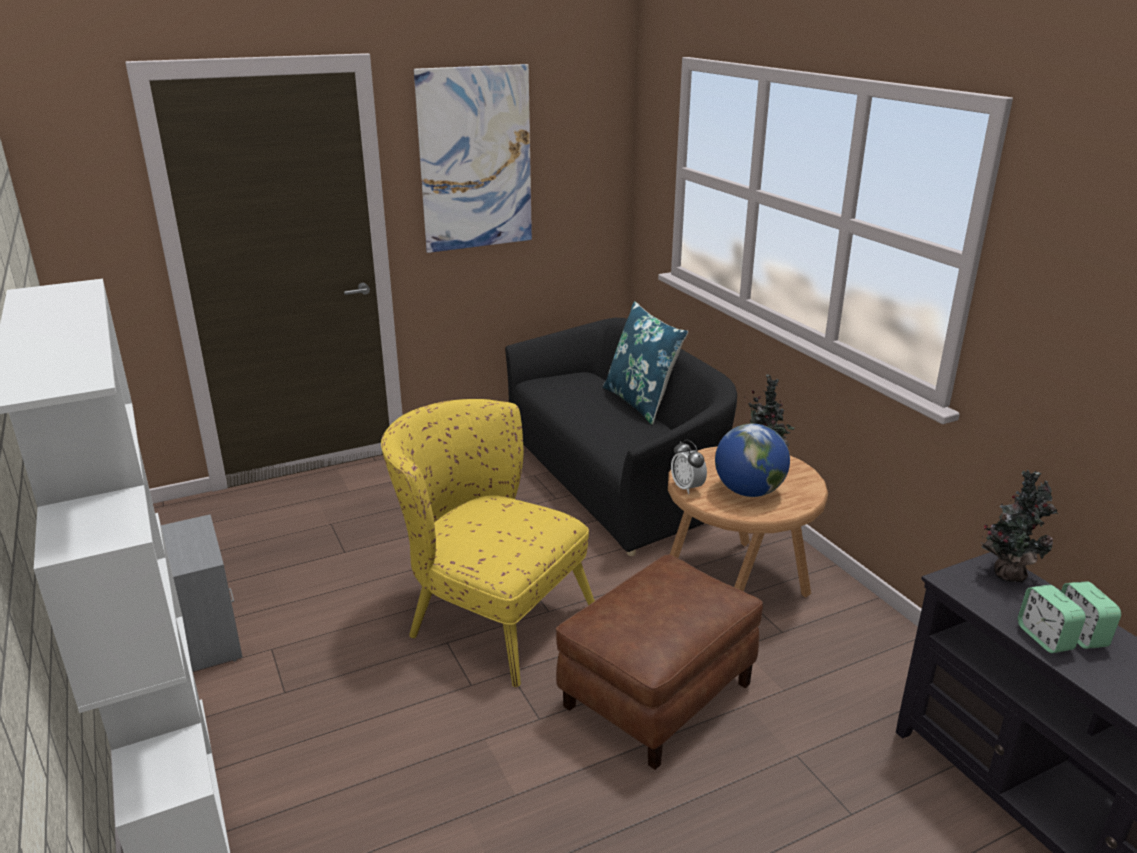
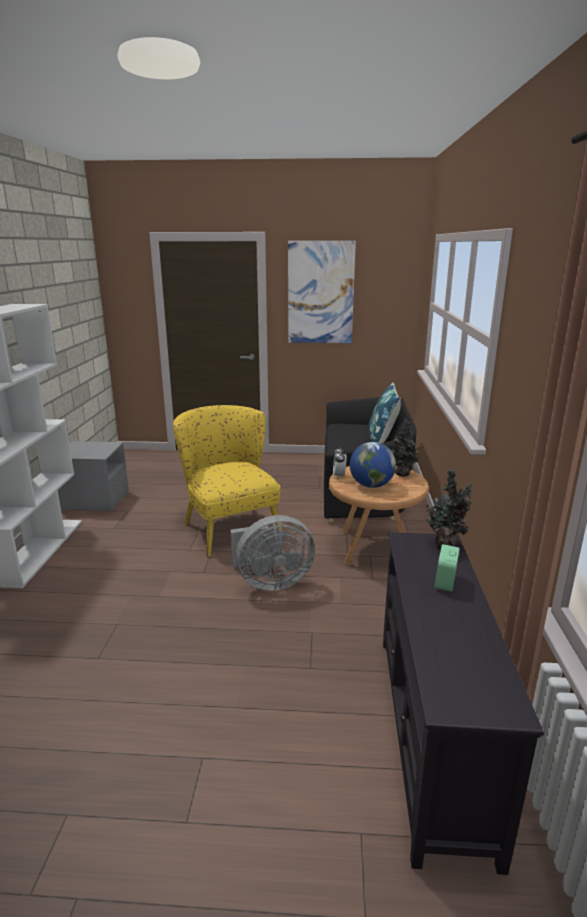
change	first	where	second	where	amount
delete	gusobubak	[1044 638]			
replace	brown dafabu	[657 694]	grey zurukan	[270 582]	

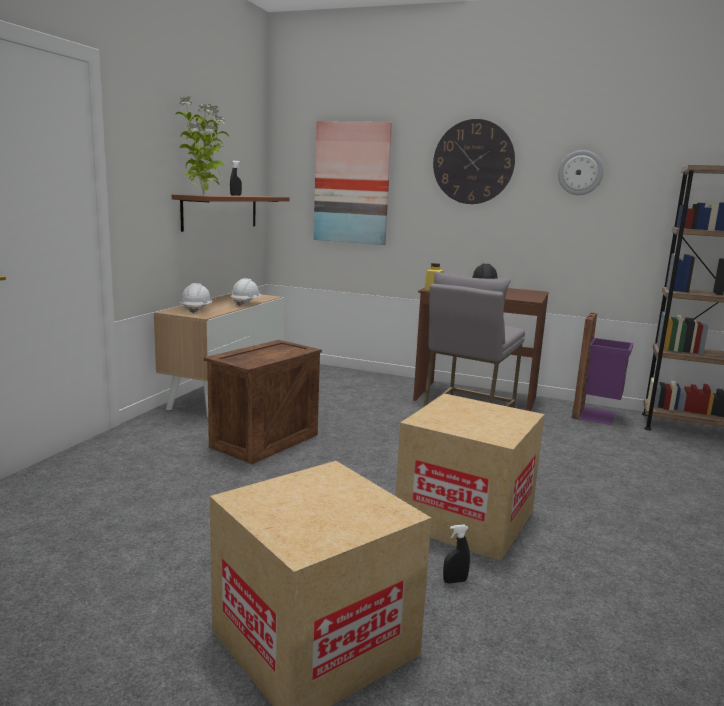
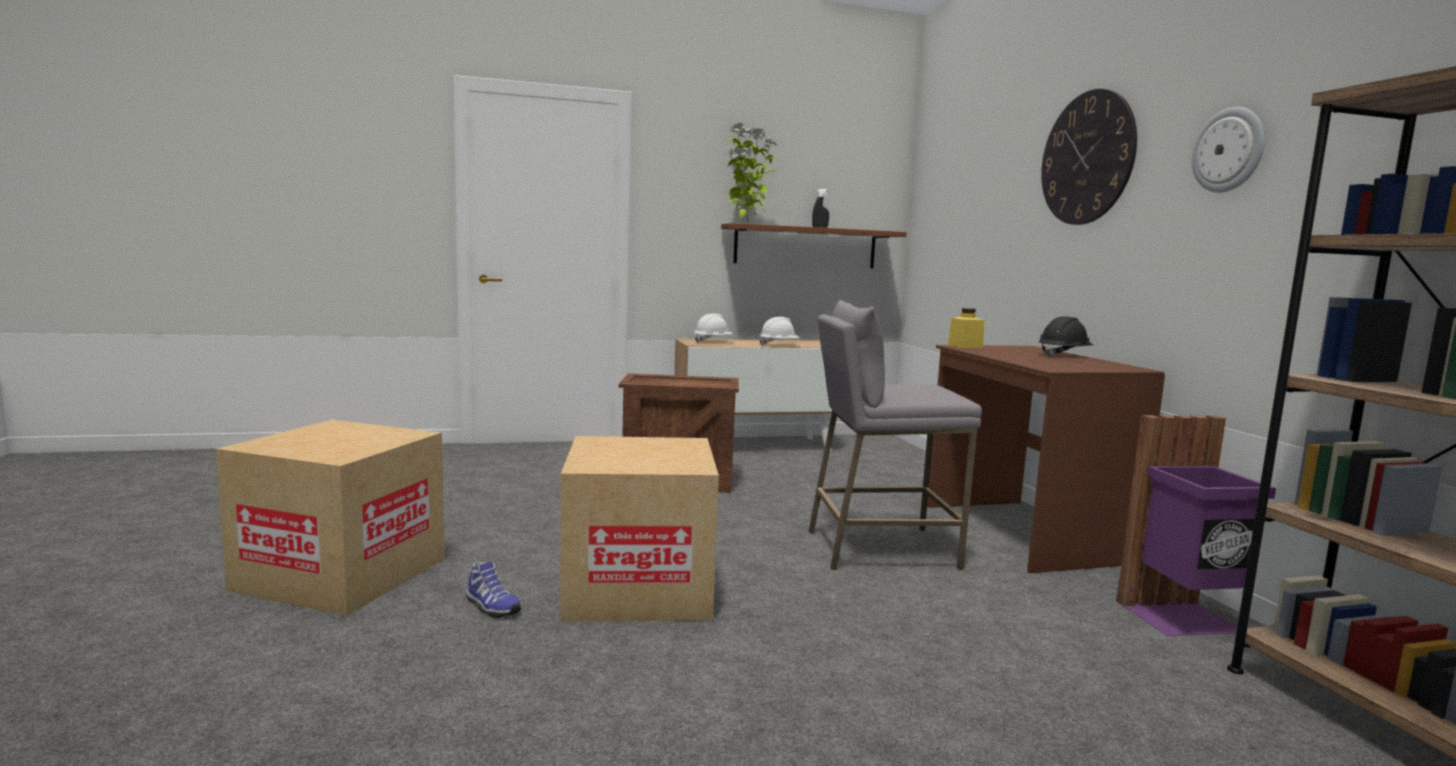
change	first	where	second	where	amount
delete	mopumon	[352 183]			
replace	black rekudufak	[455 581]	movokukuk	[491 607]	

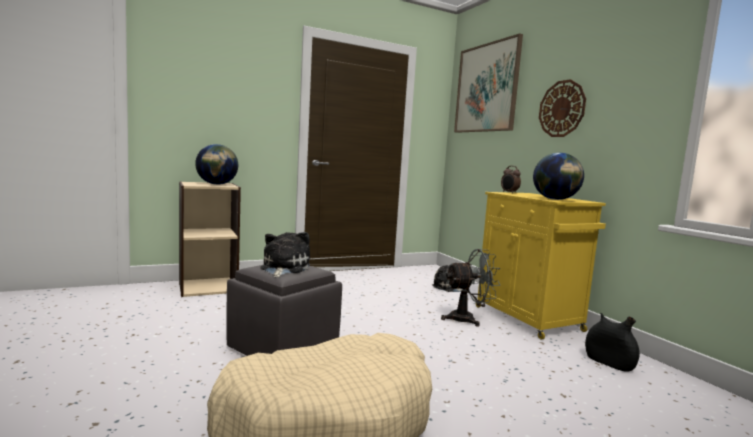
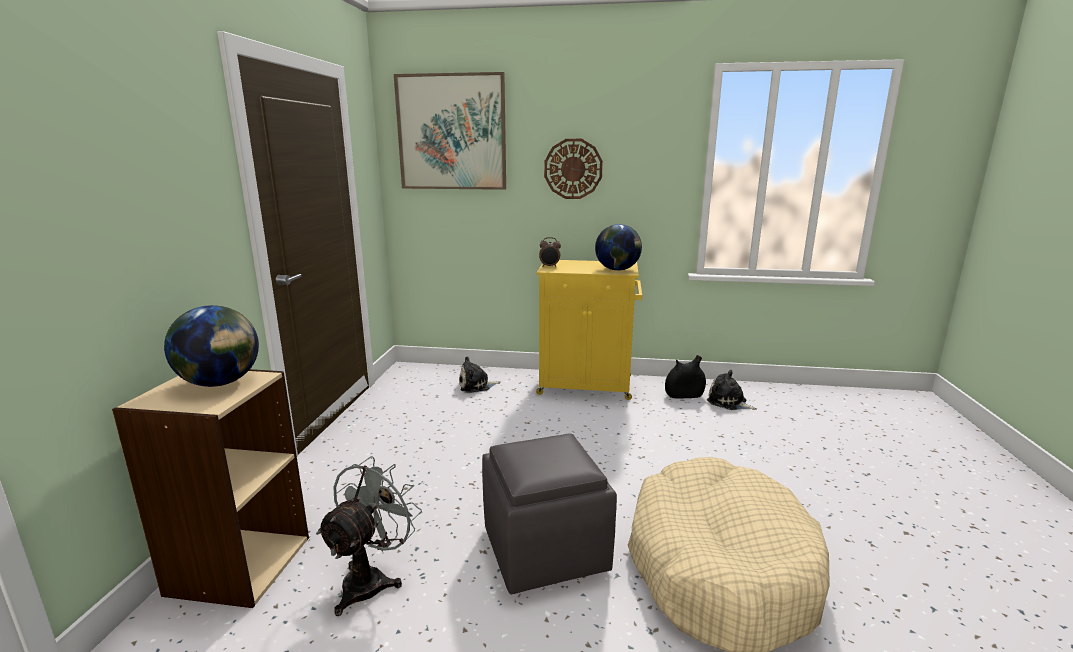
change	first	where	second	where	amount
move	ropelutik	[283 268]		[728 402]	
move	grey zurukan	[468 319]		[371 580]	

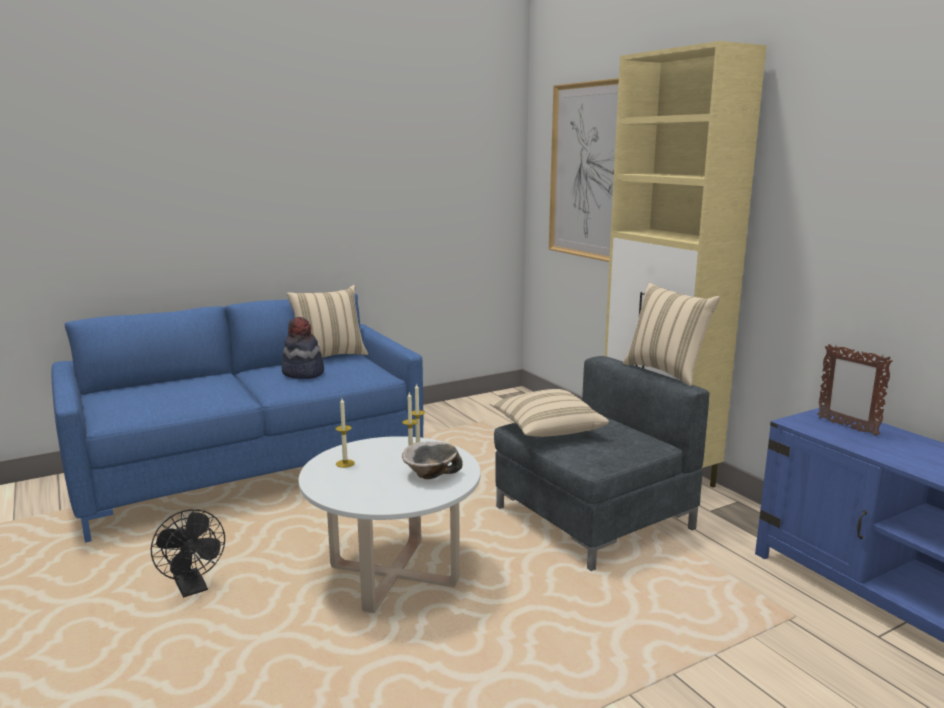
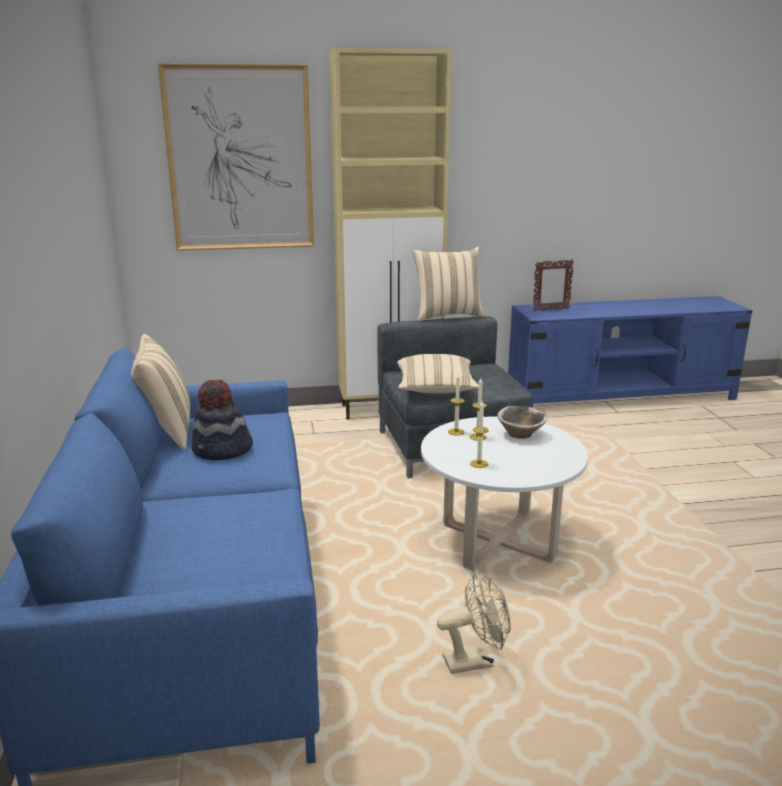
change	first	where	second	where	amount
recolor	black zurukan	[193 589]	beige zurukan	[475 661]	

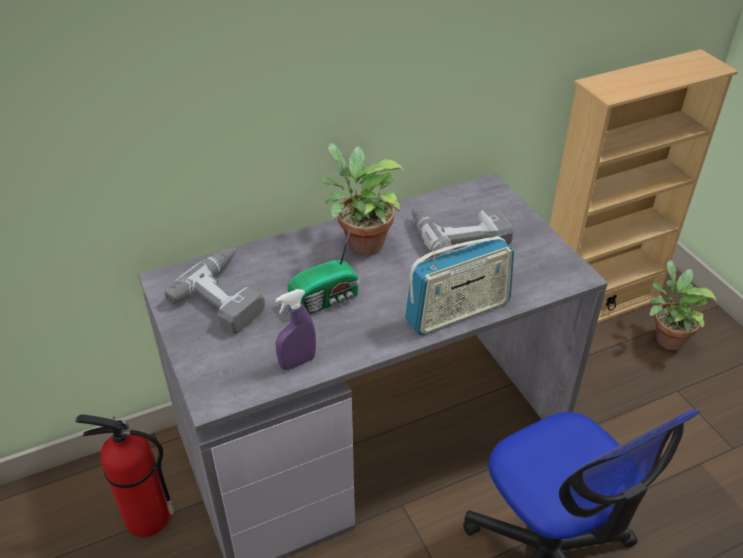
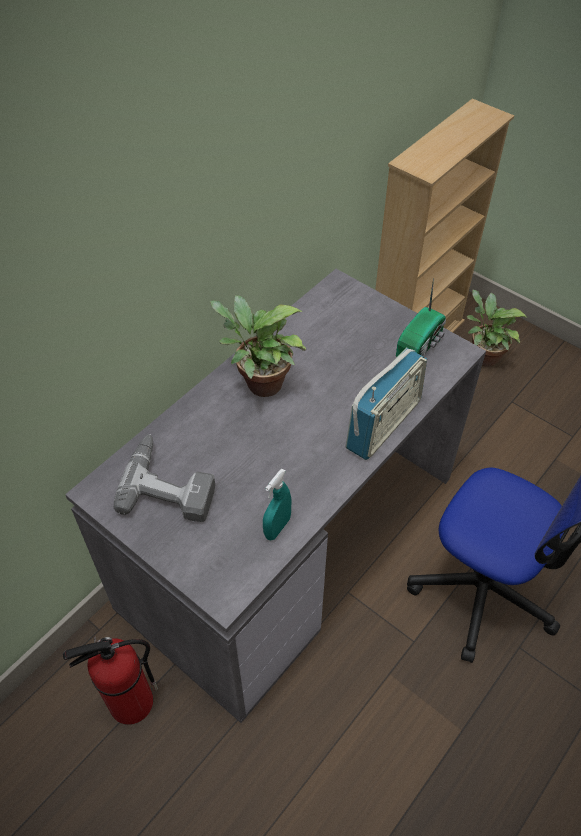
change	first	where	second	where	amount
delete	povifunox	[458 234]			
move	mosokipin	[327 300]		[421 344]	
recolor	purple rekudufak	[297 362]	turquoise rekudufak	[277 527]	

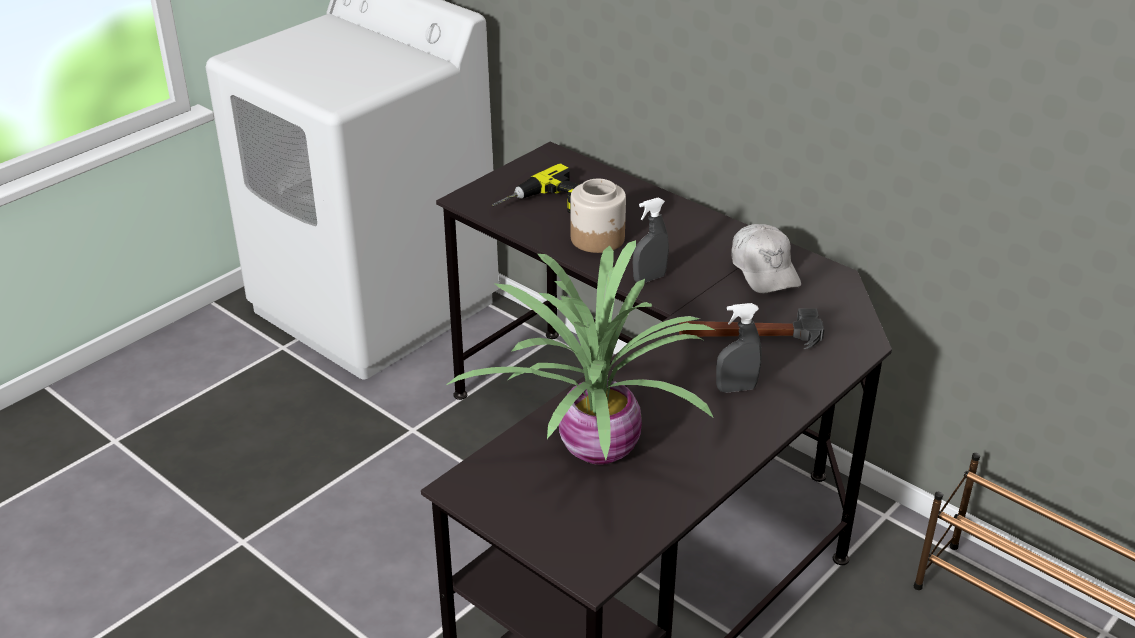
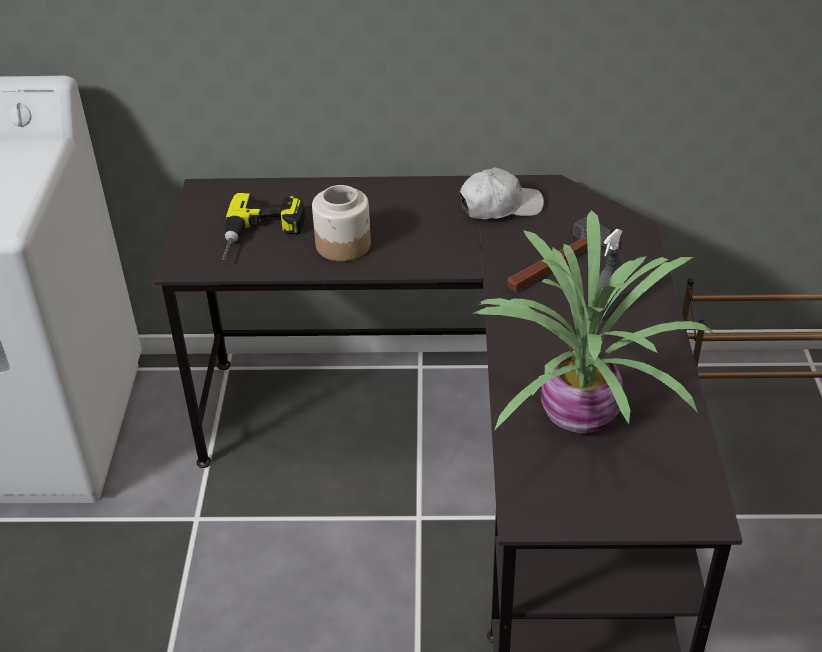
change	first	where	second	where	amount
delete	grey rekudufak	[649 278]			
rotate	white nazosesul	[764 270]		[500 206]	45 degrees counterclockwise

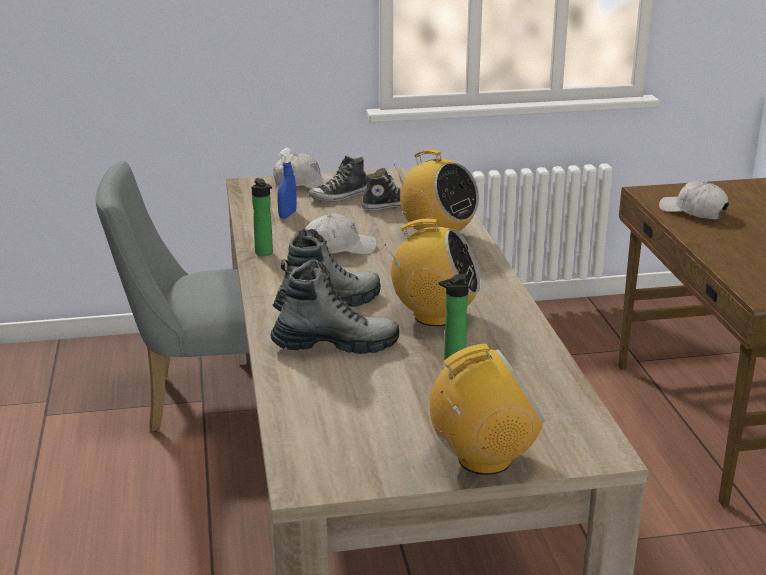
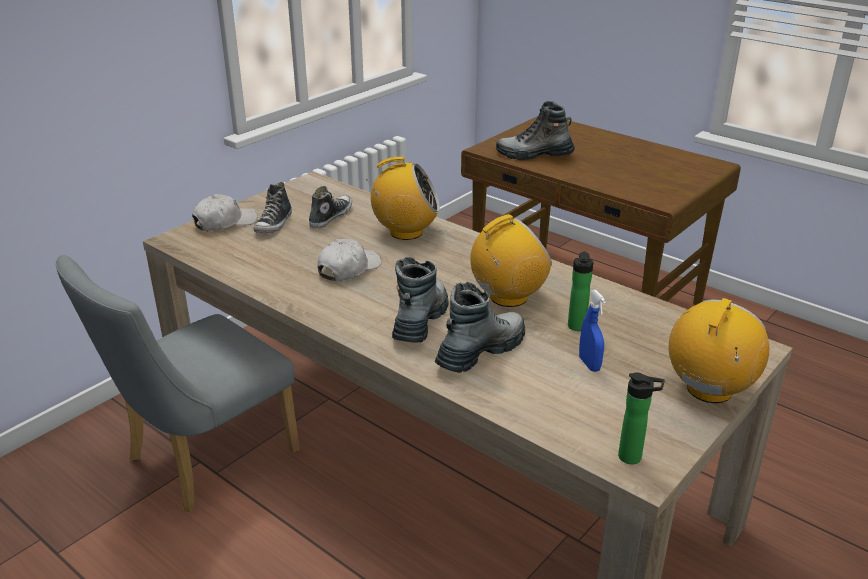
change	first	where	second	where	amount
move	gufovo	[265 254]		[633 458]	
move	blue rekudufak	[287 215]		[589 364]	
replace	white nazosesul	[693 211]	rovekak	[534 155]	

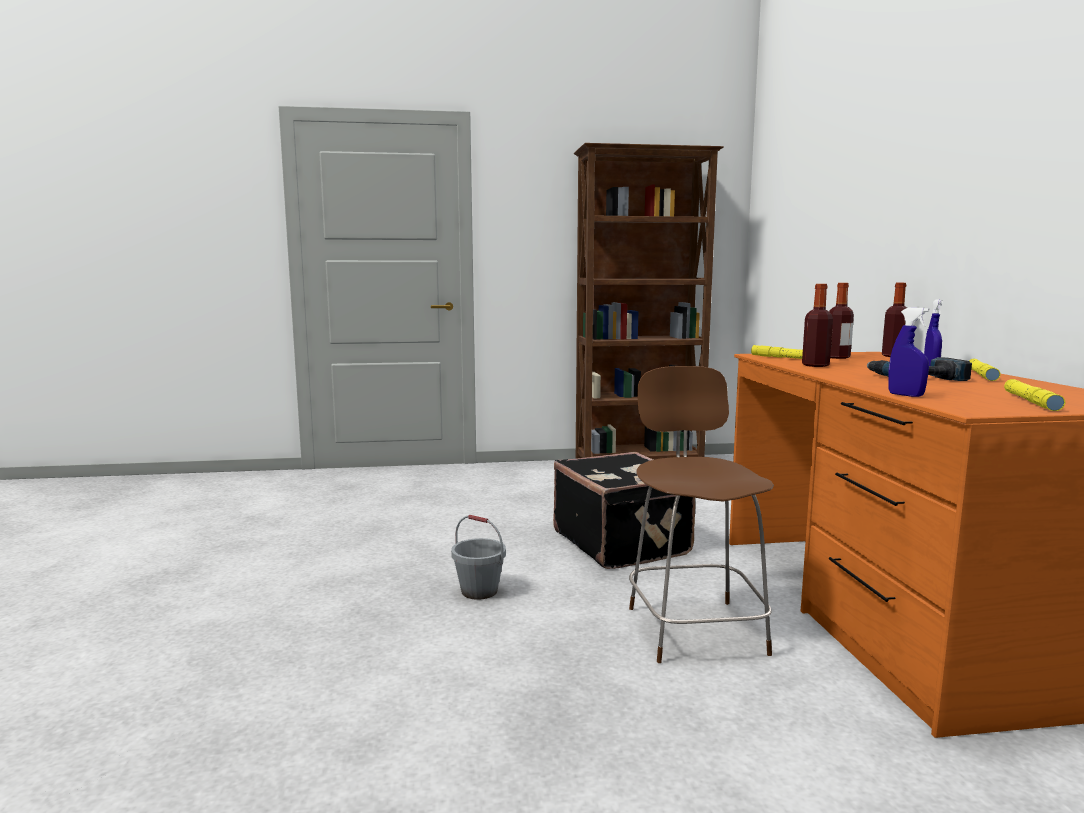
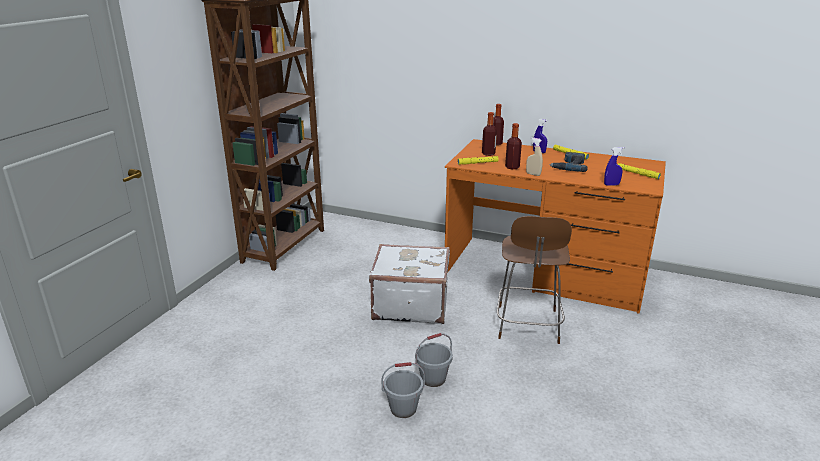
change	first	where	second	where	amount
insert			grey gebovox	[403 408]	
insert			beige rekudufak	[533 174]	
recolor	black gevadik	[622 543]	white gevadik	[410 304]	
rotate	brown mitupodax	[694 627]		[527 326]	105 degrees counterclockwise

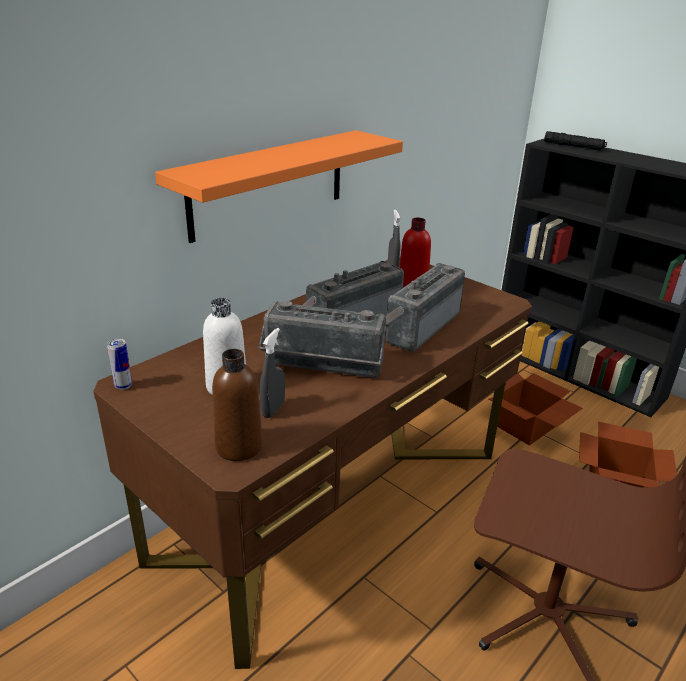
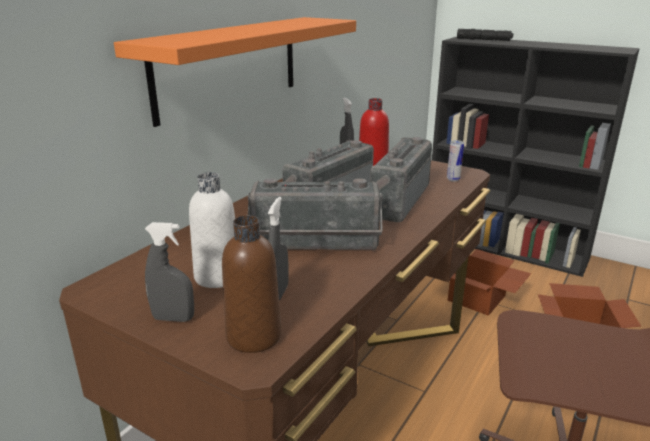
change	first	where	second	where	amount
insert			grey rekudufak	[173 318]	
move	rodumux	[123 386]		[453 179]	

